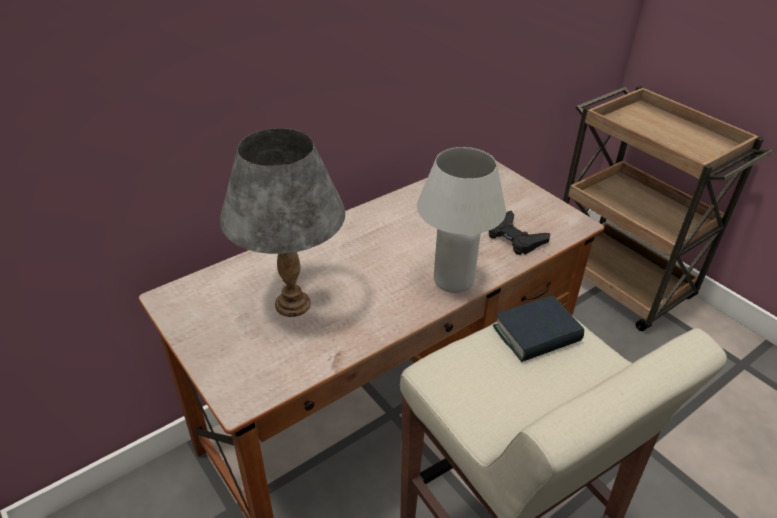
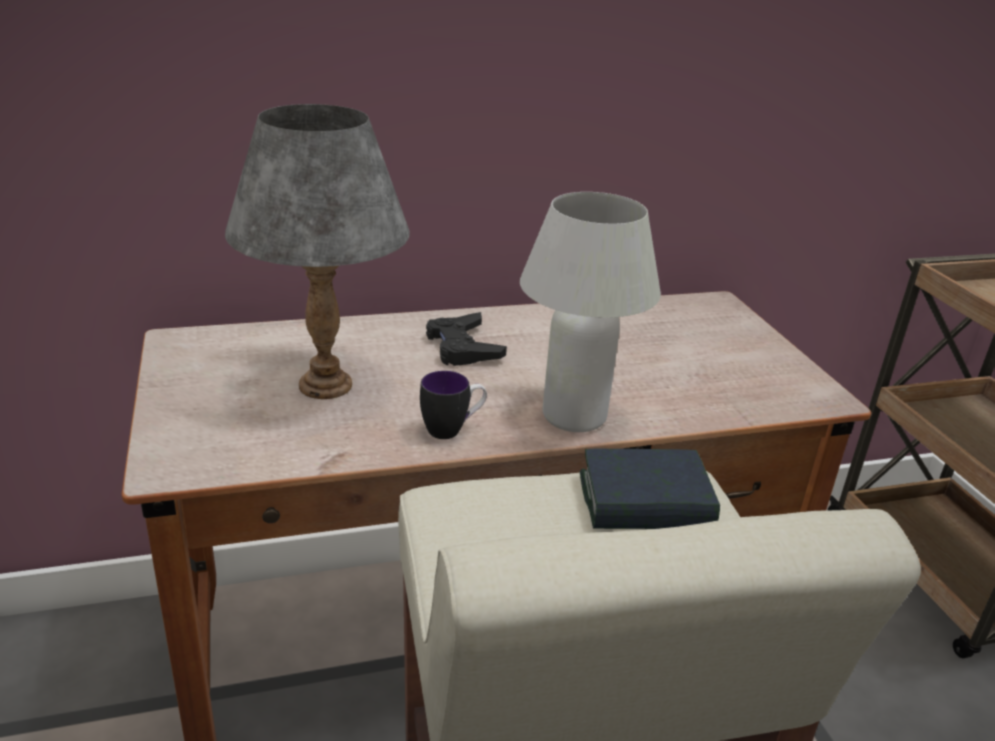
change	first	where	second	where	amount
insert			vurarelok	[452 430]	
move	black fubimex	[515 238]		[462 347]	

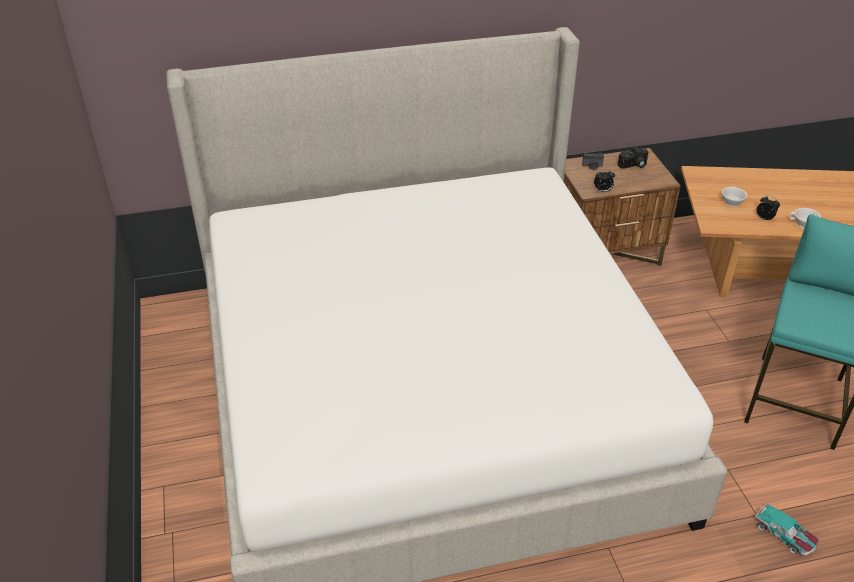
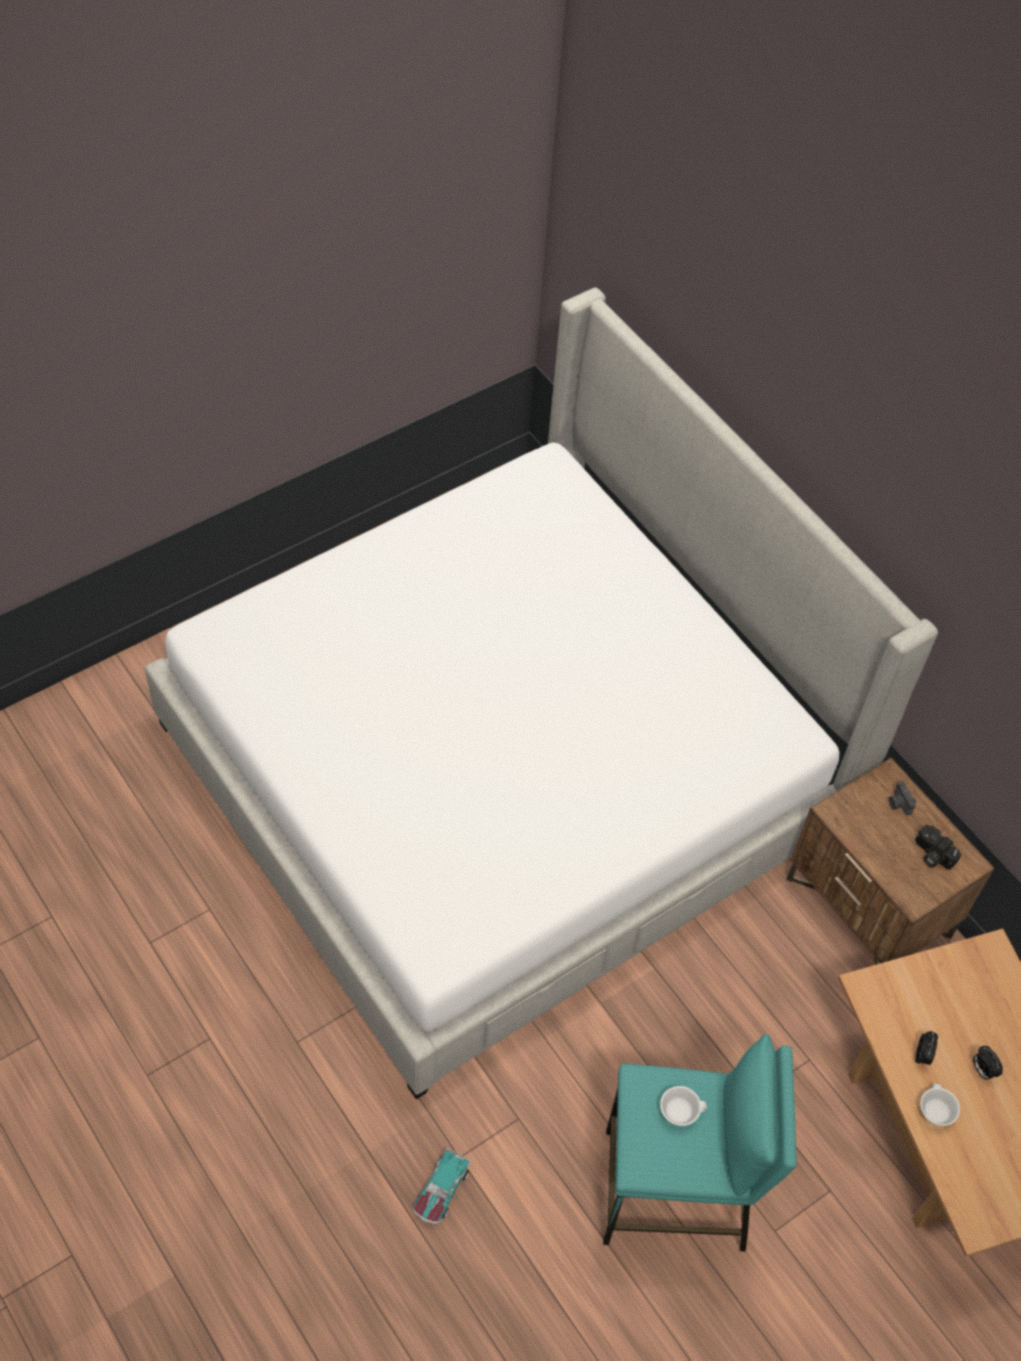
change	first	where	second	where	amount
move	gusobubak	[602 191]		[982 1070]	
move	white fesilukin	[731 201]		[679 1110]	

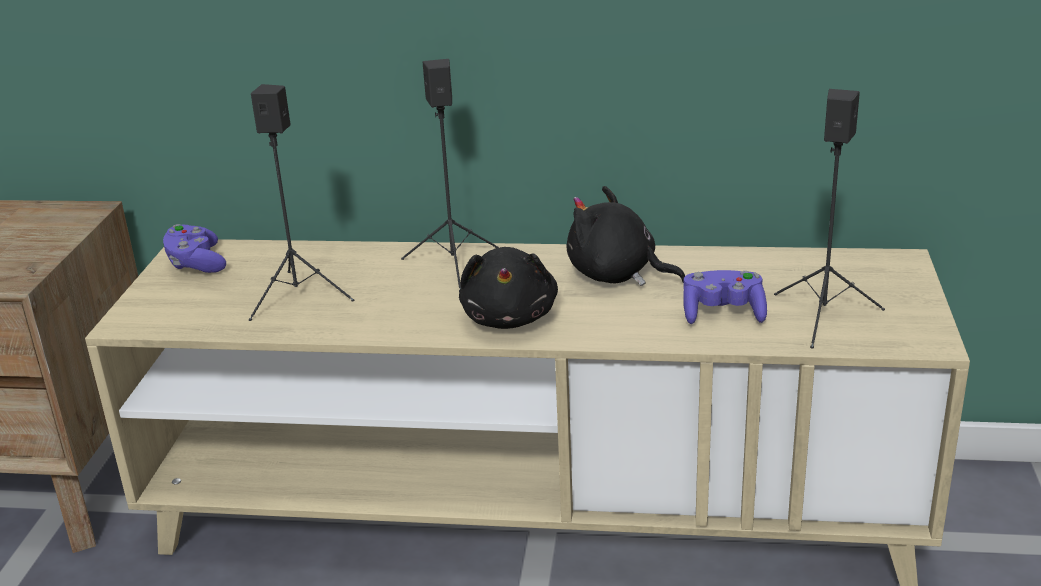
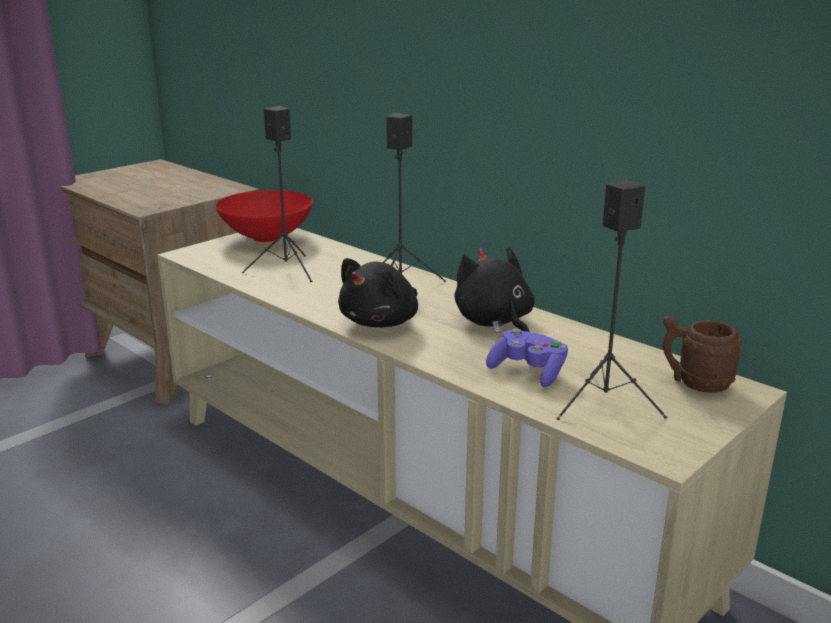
change	first	where	second	where	amount
insert			brown vurarelok	[694 382]	
replace	purple fubimex	[196 264]	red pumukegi	[267 237]	

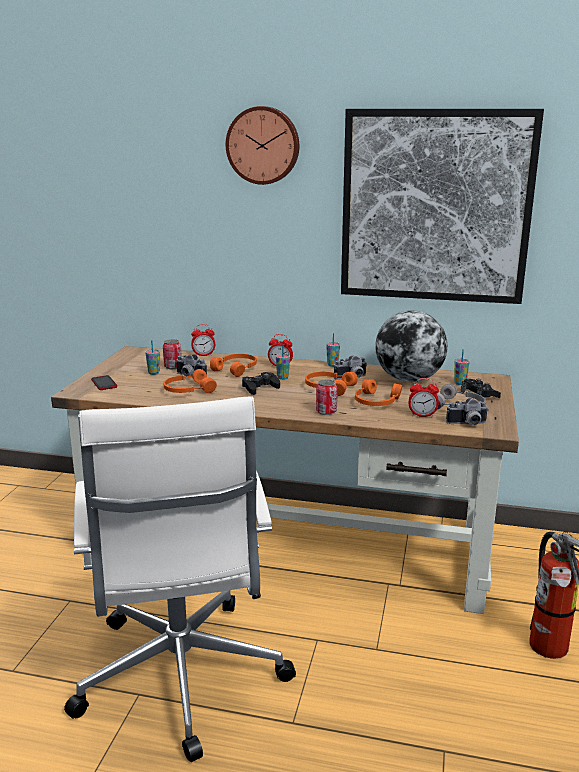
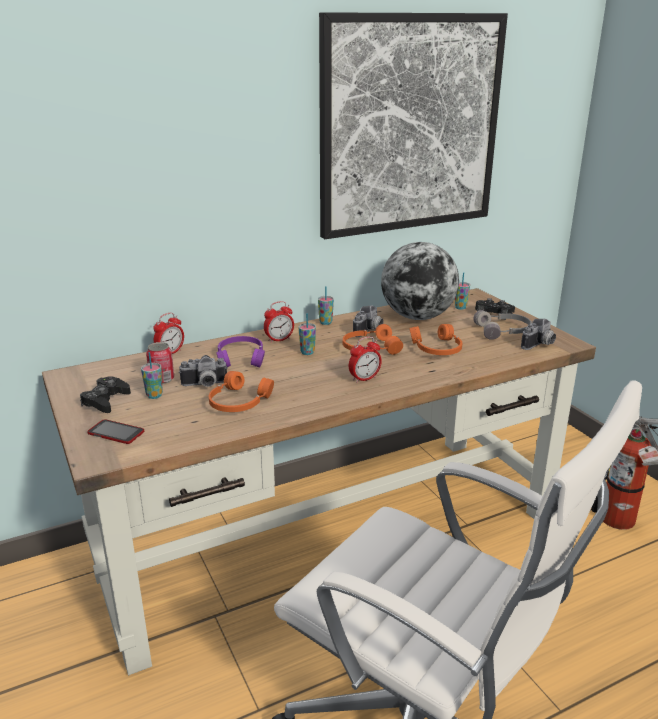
change	first	where	second	where	amount
delete	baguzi	[263 145]			
delete	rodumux	[326 411]			
move	black fubimex	[260 388]		[106 400]	
move	gusobubak	[422 415]		[364 379]	
recolor	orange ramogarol	[236 369]	purple ramogarol	[241 358]	

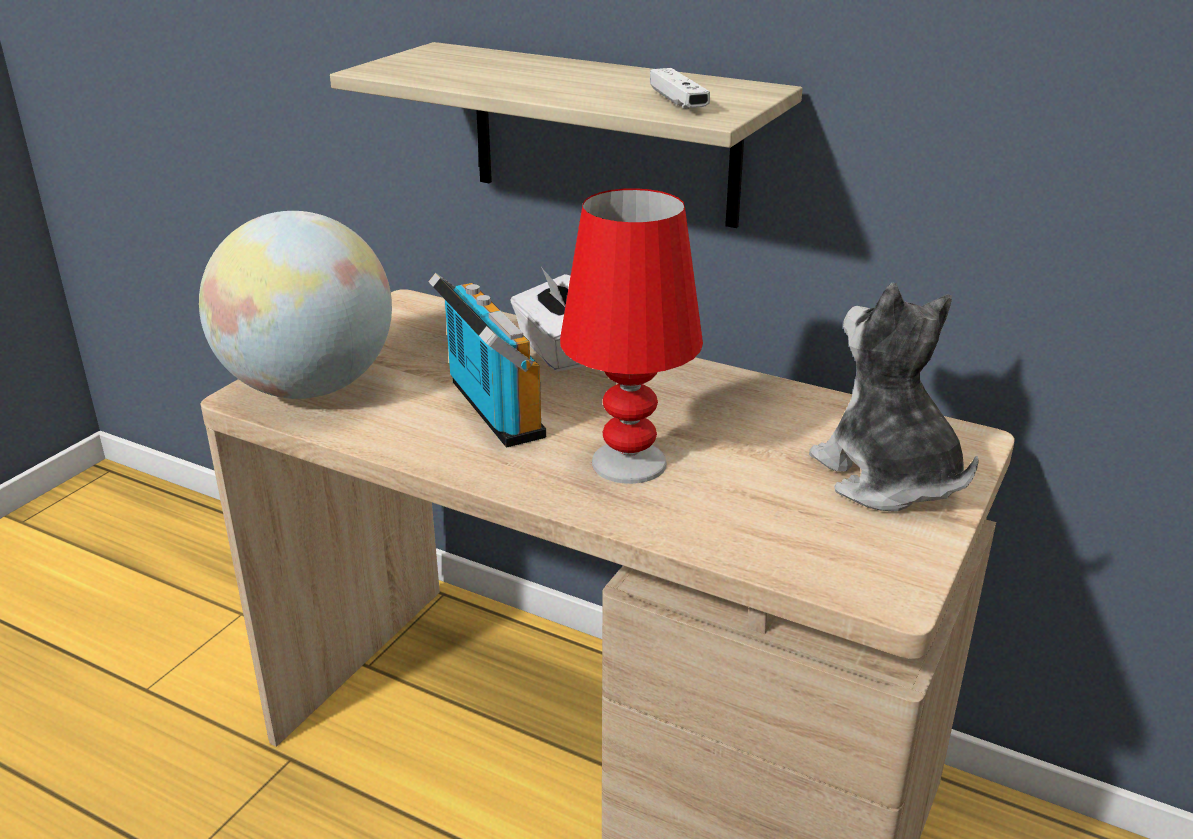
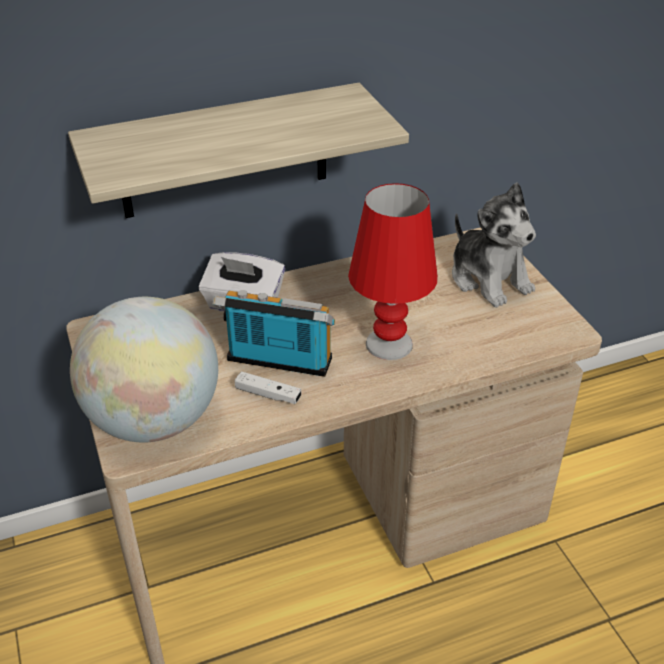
change	first	where	second	where	amount
move	white fubimex	[678 102]		[268 394]	
rotate	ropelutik	[887 478]		[489 279]	135 degrees counterclockwise

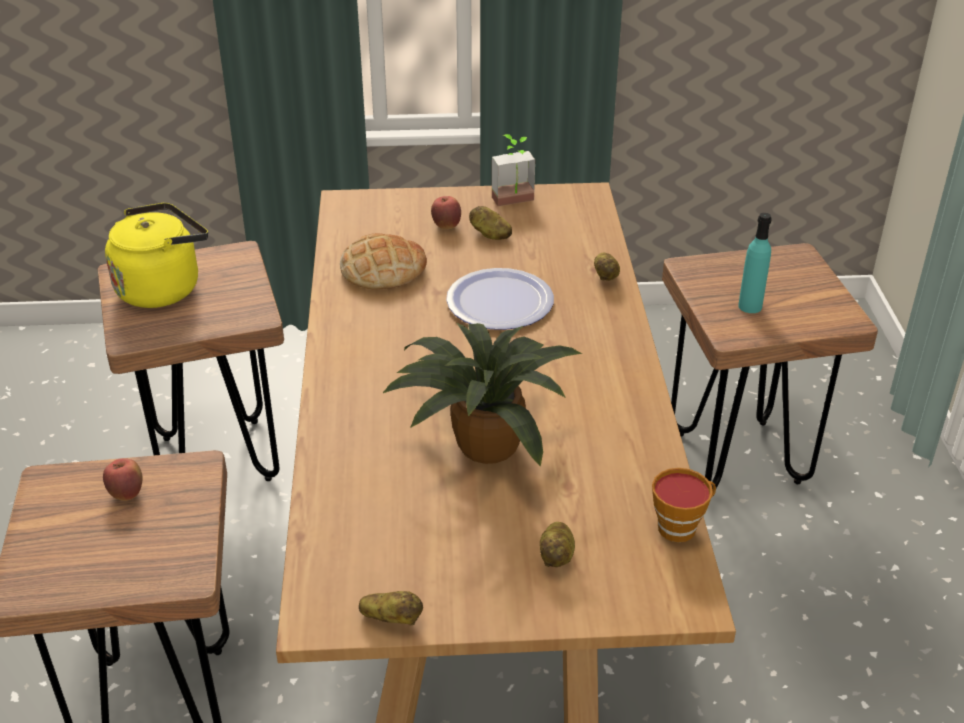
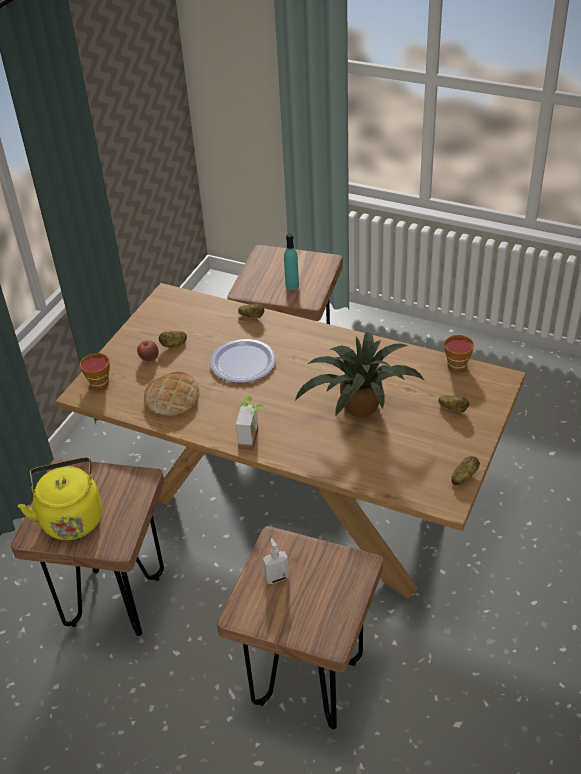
change	first	where	second	where	amount
insert			fesilukin	[97 382]	
move	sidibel	[515 202]		[254 439]	
replace	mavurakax	[127 494]	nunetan	[276 577]	

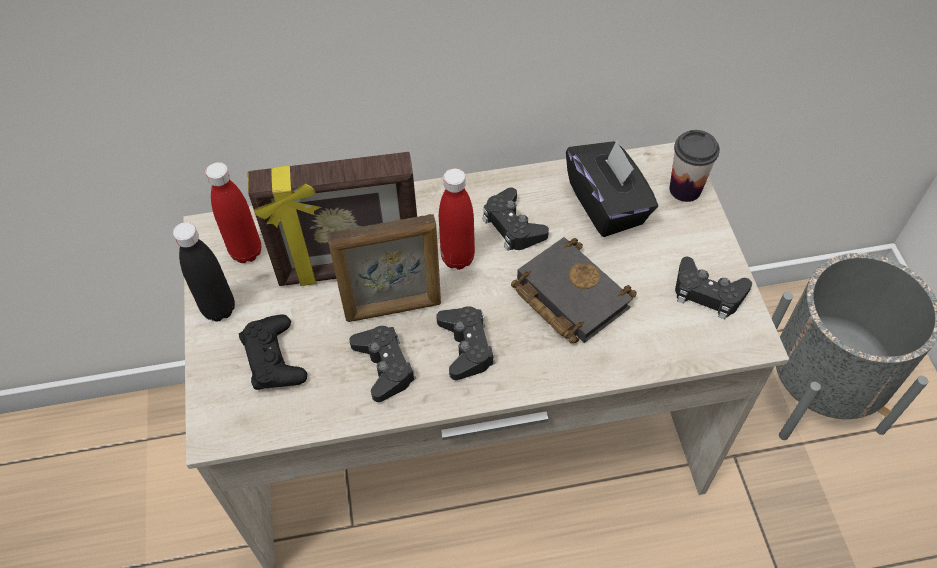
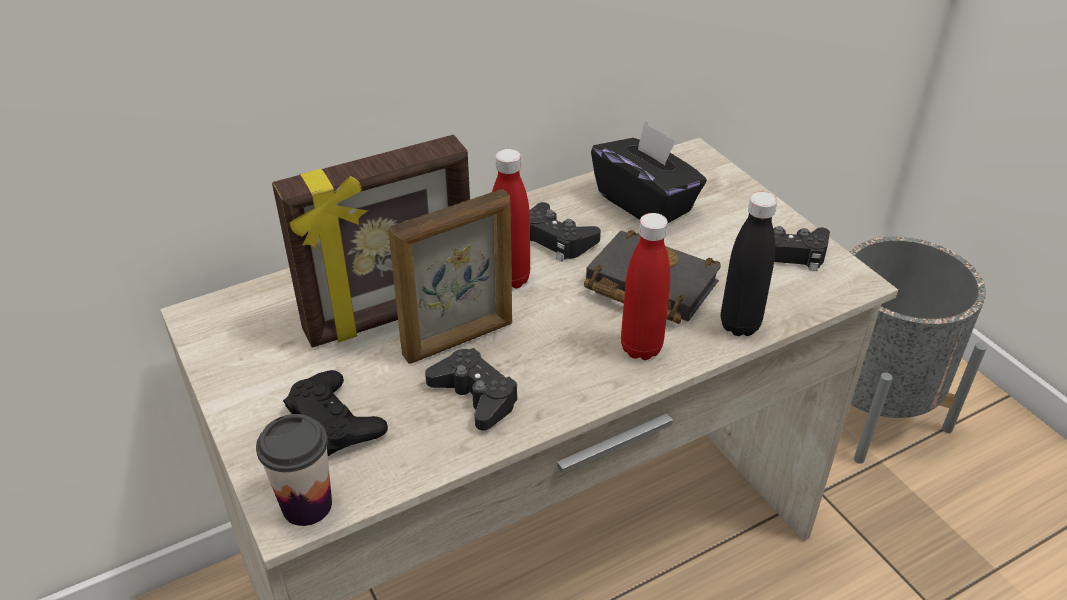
change	first	where	second	where	amount
delete	black fubimex	[466 346]			
move	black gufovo	[219 309]		[739 325]	
move	red gufovo	[246 252]		[641 348]	
move	fesilukin	[685 189]		[307 505]	

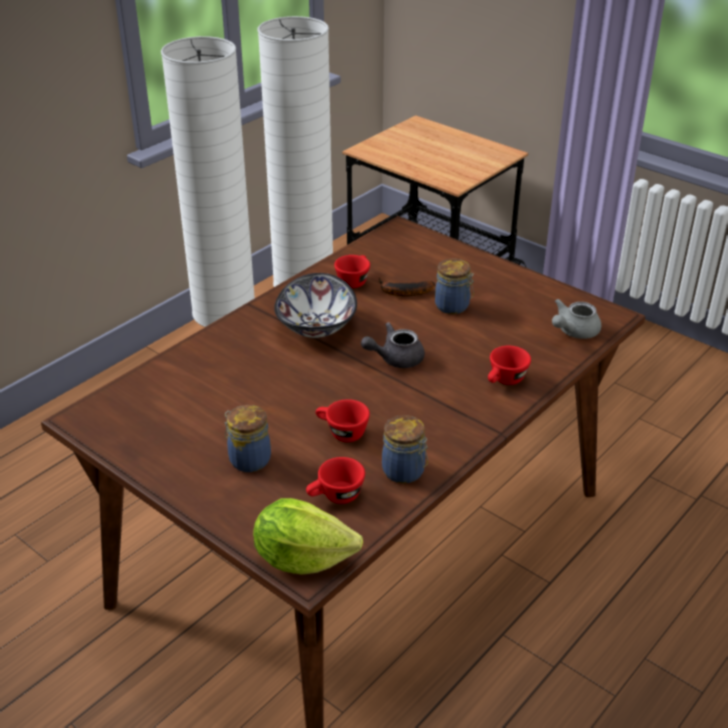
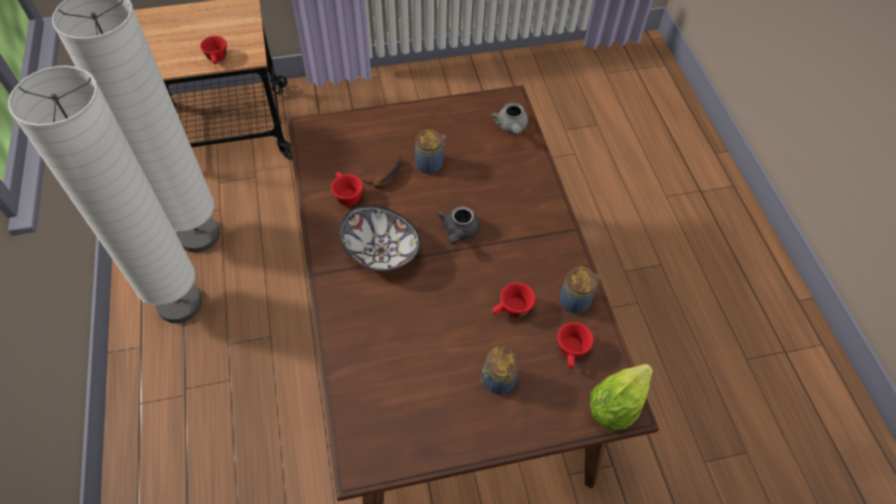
change	first	where	second	where	amount
move	red fesilukin	[505 381]		[217 59]	

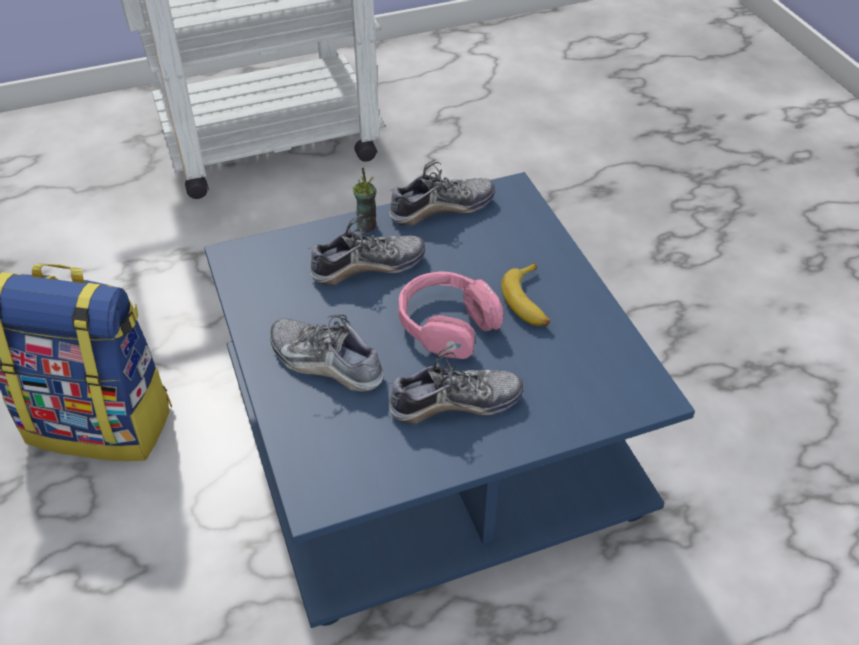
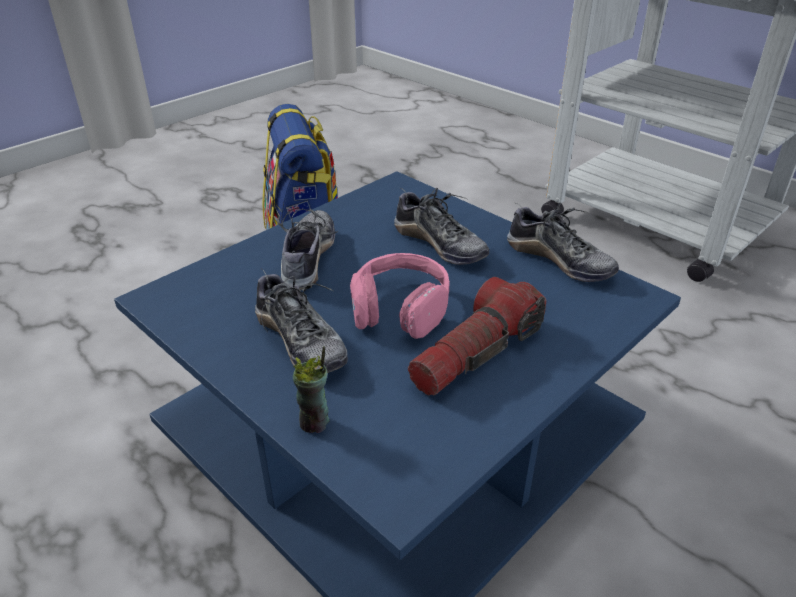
change	first	where	second	where	amount
move	fesilukin	[367 225]		[315 423]	
replace	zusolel	[529 302]	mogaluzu	[476 353]	

